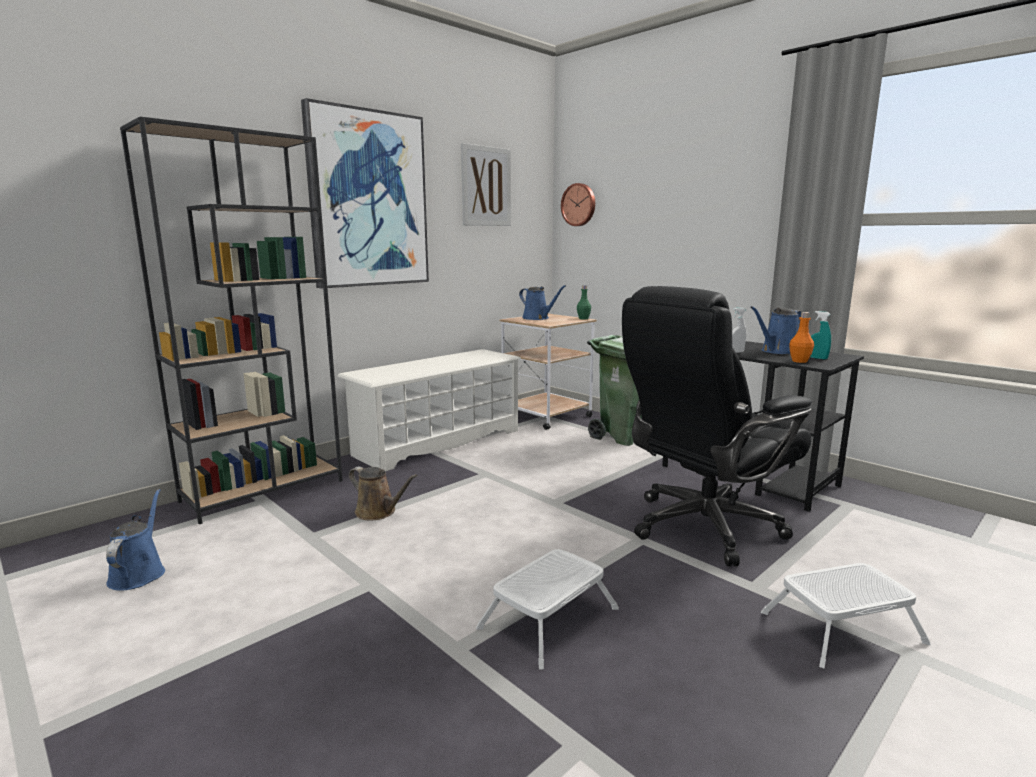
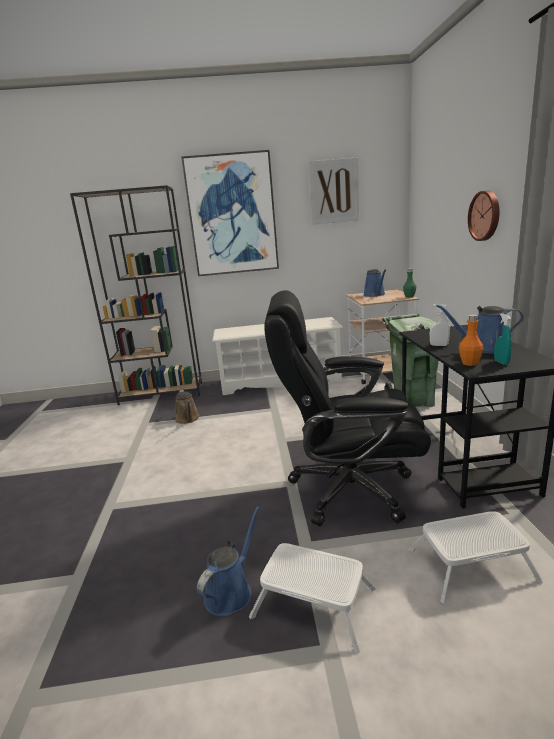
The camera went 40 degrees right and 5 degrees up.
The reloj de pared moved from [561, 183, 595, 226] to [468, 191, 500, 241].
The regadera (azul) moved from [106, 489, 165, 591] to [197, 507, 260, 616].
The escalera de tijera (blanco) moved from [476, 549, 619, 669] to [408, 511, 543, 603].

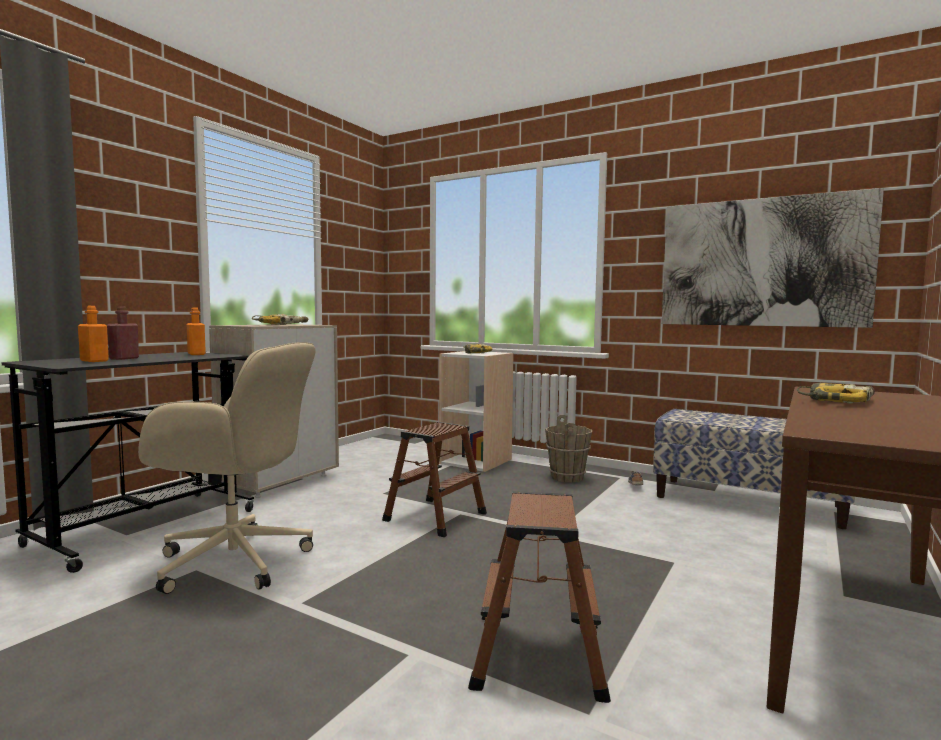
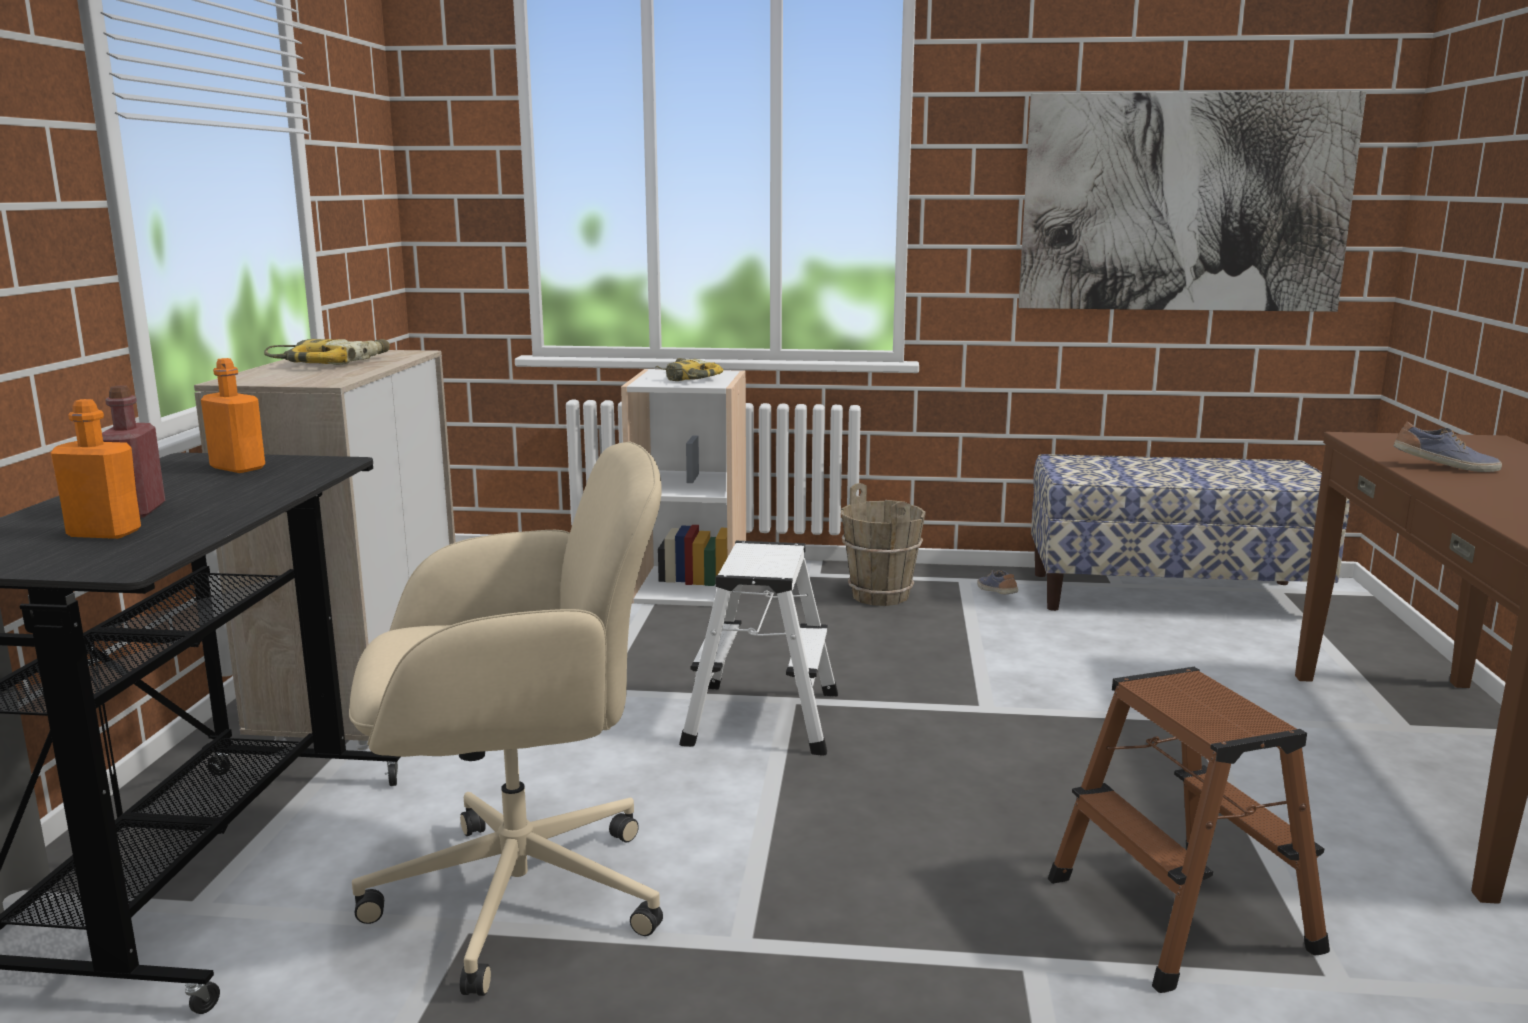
The camera went 25 degrees left and 10 degrees up.
The taladro at [797, 383, 875, 404] was replaced by the zapato at [1393, 422, 1502, 472].
The escalera de tijera (marrón) at [382, 422, 487, 537] became the escalera de tijera (blanco) at [679, 541, 838, 755].

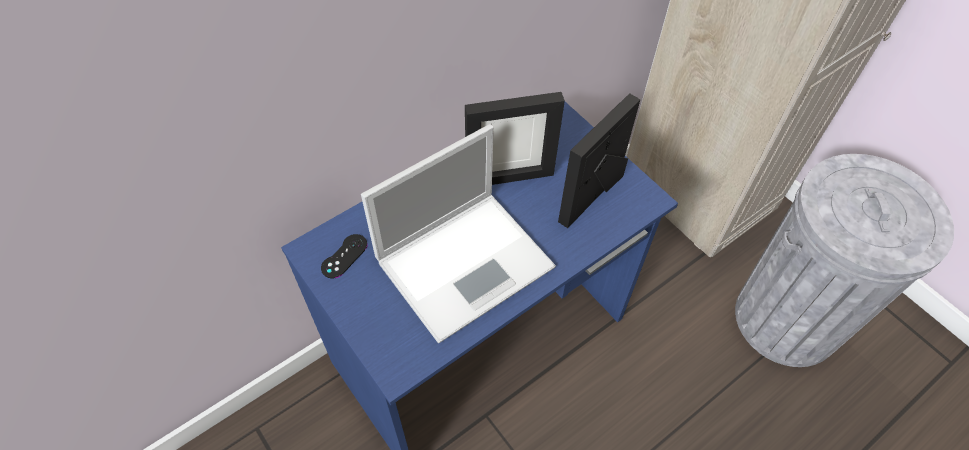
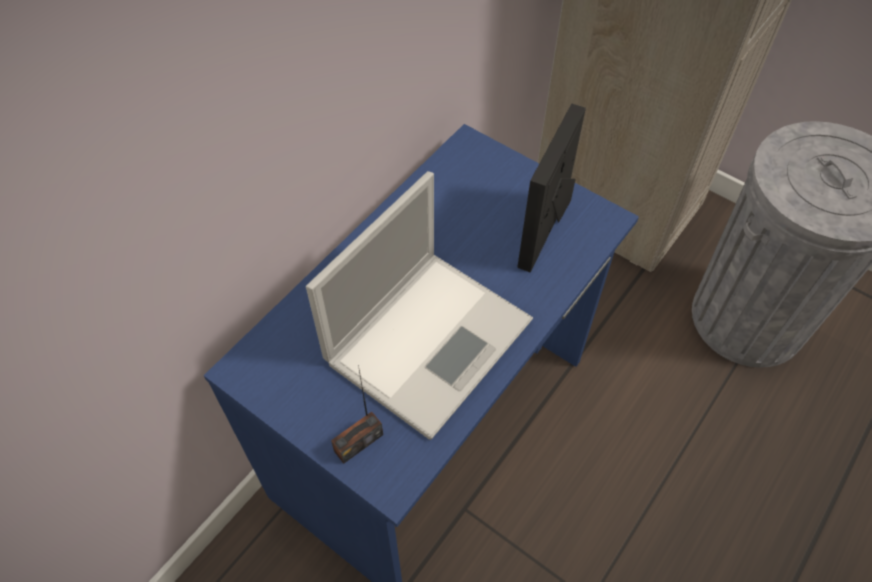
The camera went 15 degrees left and 0 degrees up.
The portarretratos at [465, 92, 565, 185] disappeared.
The mando de consola (negro) at [321, 234, 368, 278] disappeared.
The radio at [331, 364, 383, 464] appeared.

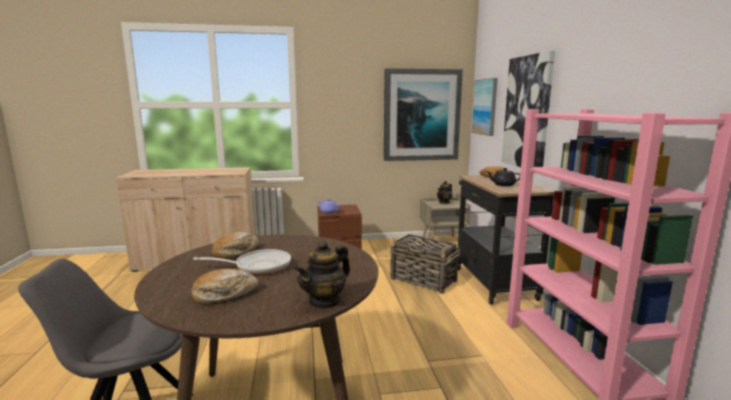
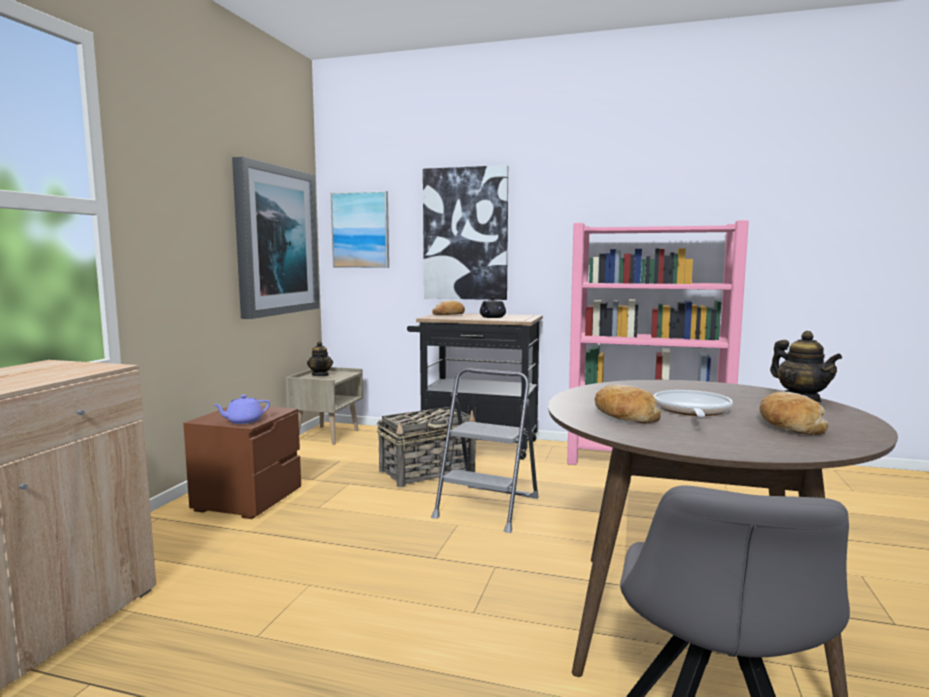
The camera went 65 degrees left and 5 degrees down.
The escalera de tijera (gris) at [431, 368, 538, 533] appeared.

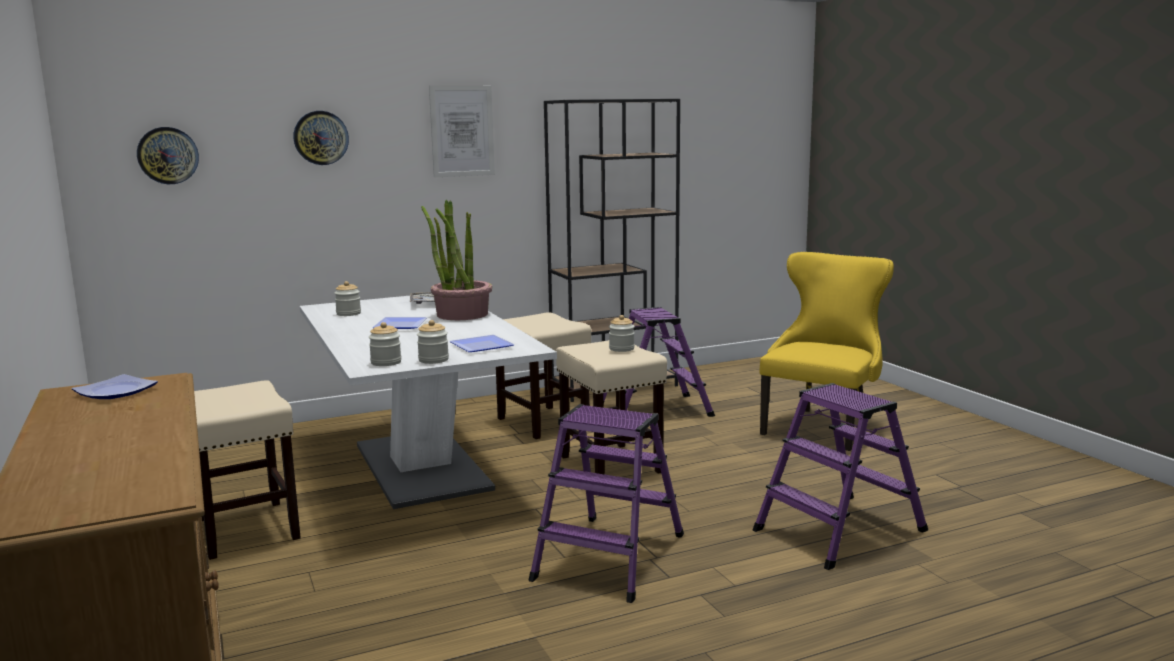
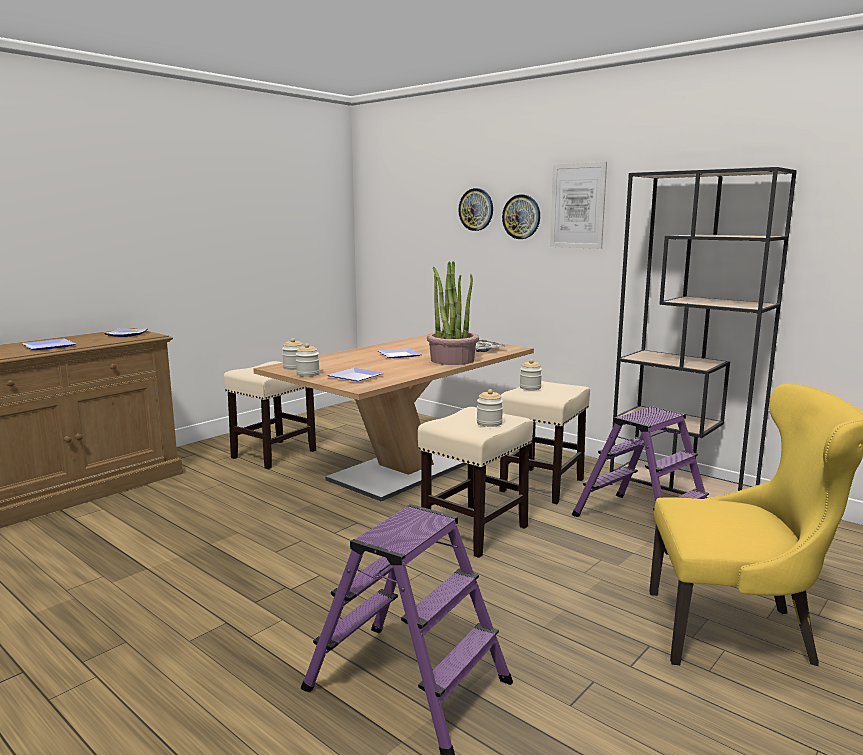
The camera went 65 degrees right and 0 degrees up.
The reloj de pared moved from [137, 127, 199, 184] to [502, 195, 540, 239].
The tarro moved from [335, 281, 361, 316] to [520, 359, 542, 390].
The mesa de comedor (blanco) at [300, 296, 557, 509] became the mesa de comedor (marrón) at [253, 335, 534, 501].
The escalera de tijera (morado) at [528, 404, 684, 603] disappeared.
The plato at [22, 339, 76, 350] appeared.

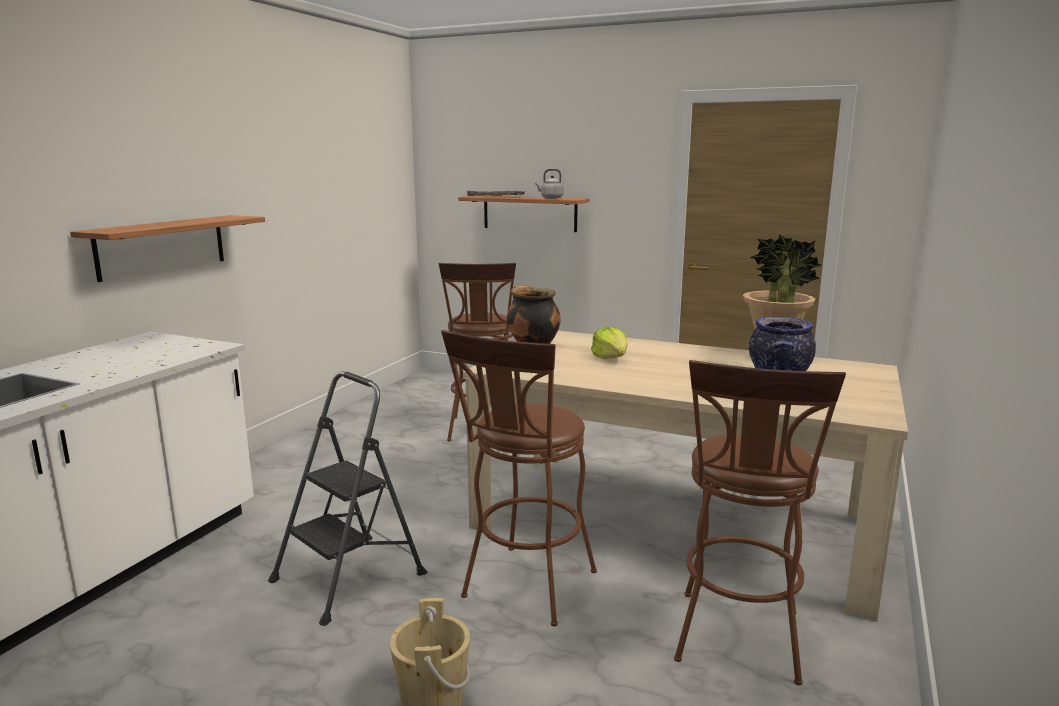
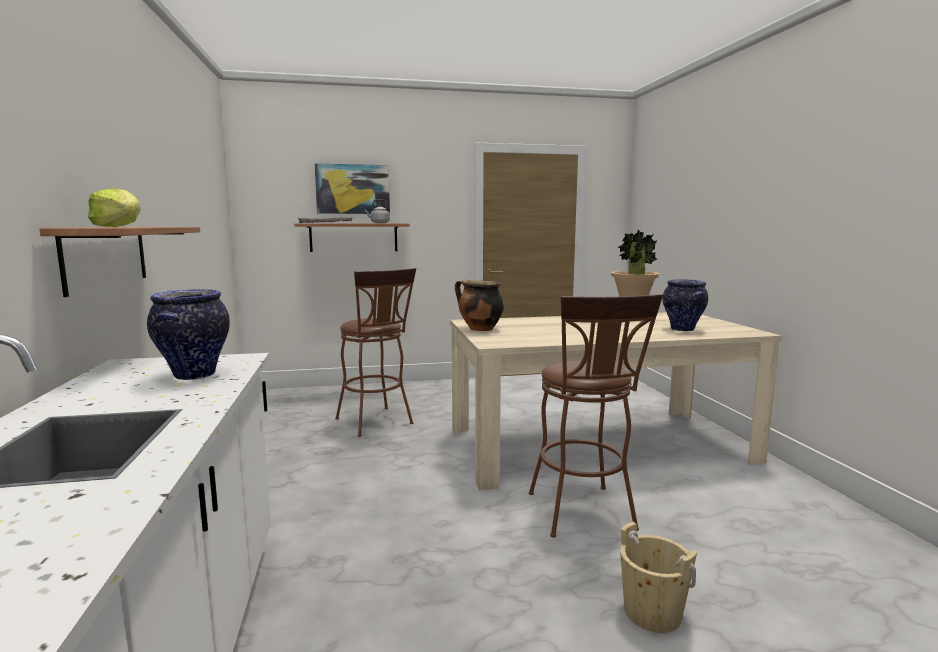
The camera went 35 degrees left and 5 degrees down.
The lechuga moved from [591, 327, 628, 359] to [88, 188, 141, 227].
The taburete (marrón) at [674, 360, 846, 685] disappeared.
The escalera de tijera (negro) at [268, 372, 427, 626] disappeared.
The cuadro at [315, 164, 390, 214] appeared.
The florero at [147, 289, 230, 380] appeared.

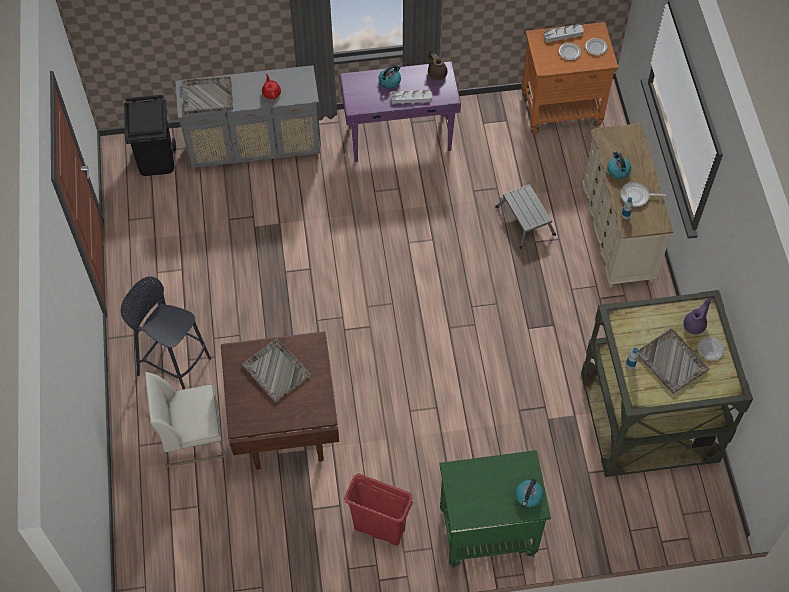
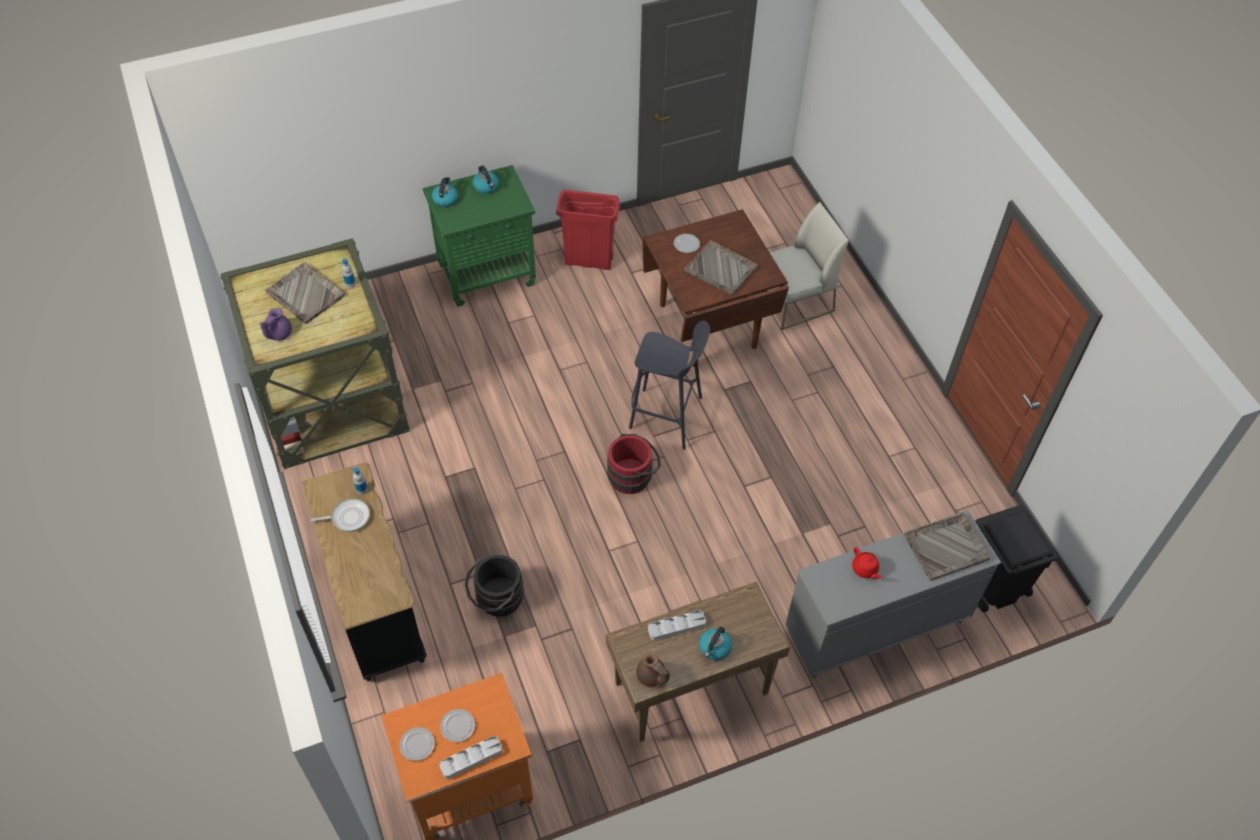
The camera went 165 degrees right and 5 degrees down.
The mesa consola (morado) at [340, 61, 461, 162] became the mesa consola (marrón) at [606, 582, 790, 742].
The cómoda (beis) at [582, 123, 673, 288] became the cómoda (negro) at [301, 462, 427, 681].
The hervidor moved from [607, 151, 631, 179] to [472, 165, 499, 194].
The escalera de tijera (gris) at [495, 184, 556, 249] was replaced by the cubo (negro) at [465, 555, 524, 617].
The taburete (gris) moved from [121, 276, 211, 389] to [629, 321, 710, 450].
The plato moved from [698, 337, 724, 361] to [674, 234, 700, 253].
The cubo (rojo) at [607, 434, 661, 494] appeared.

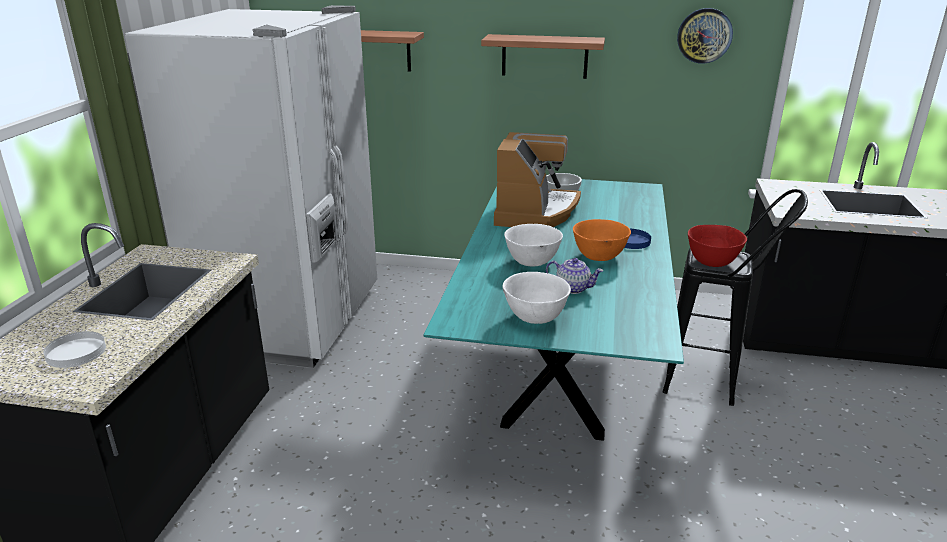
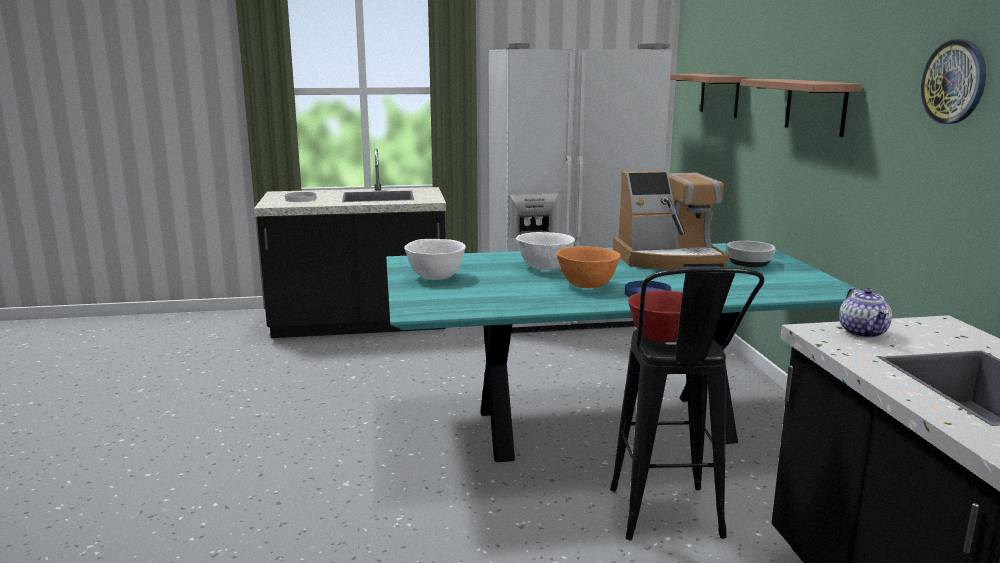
The camera went 70 degrees right and 10 degrees down.
The tetera moved from [546, 258, 603, 294] to [839, 288, 892, 338].

